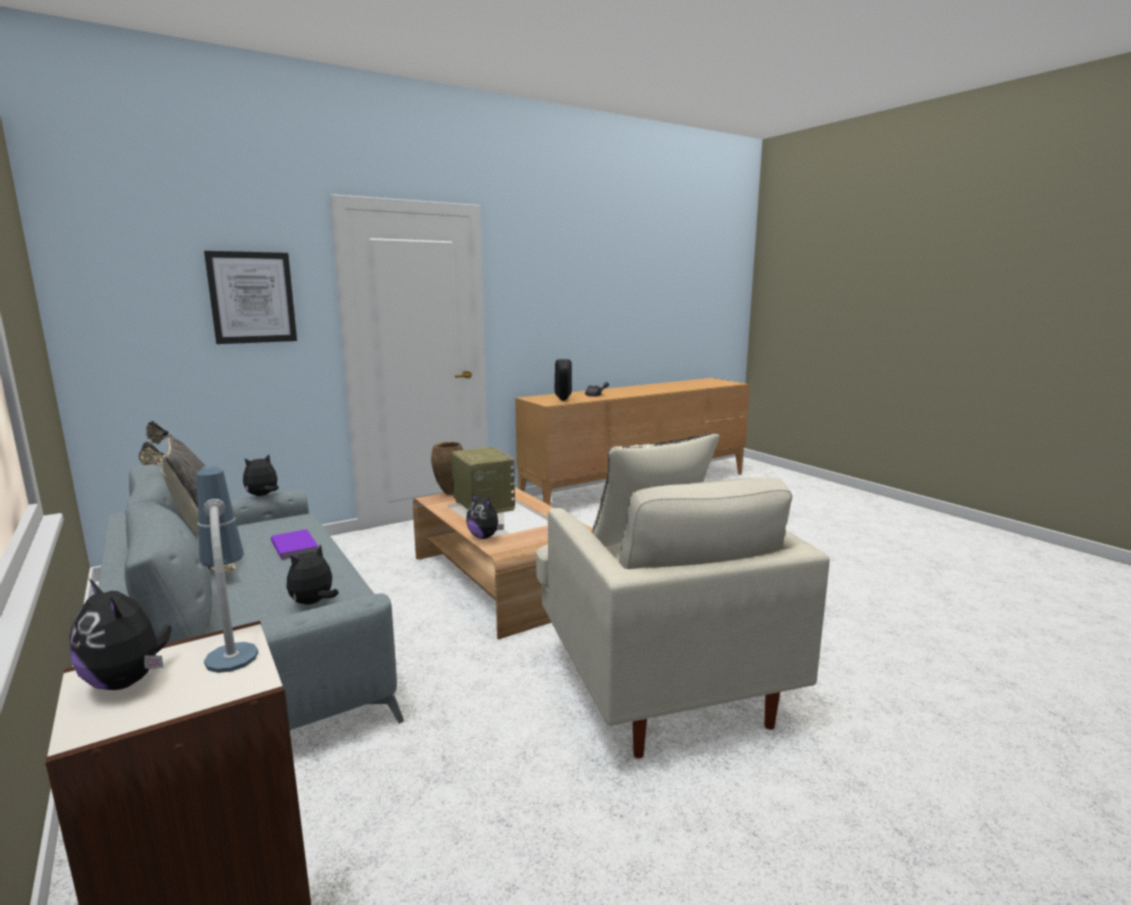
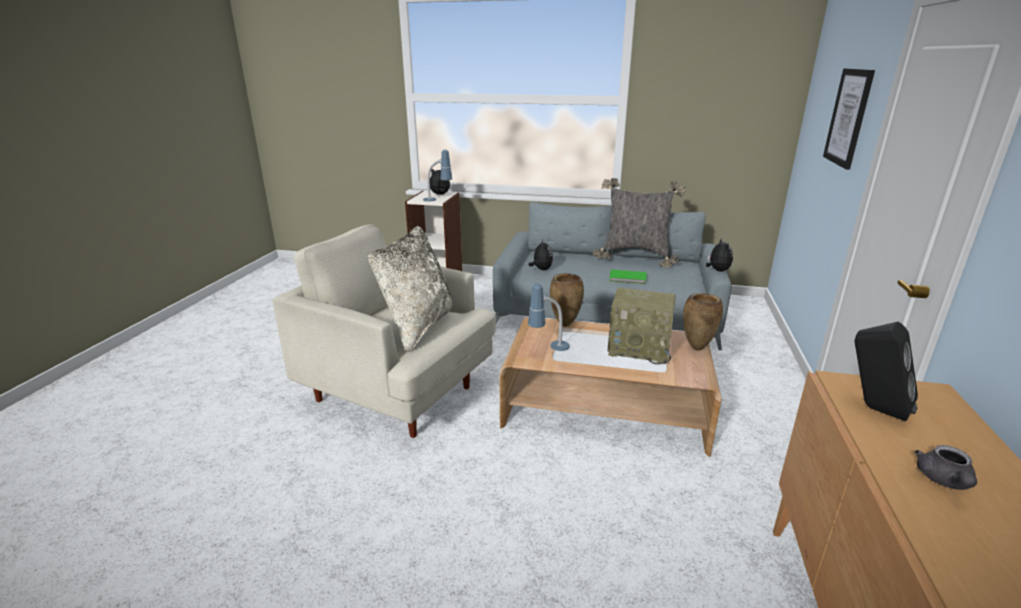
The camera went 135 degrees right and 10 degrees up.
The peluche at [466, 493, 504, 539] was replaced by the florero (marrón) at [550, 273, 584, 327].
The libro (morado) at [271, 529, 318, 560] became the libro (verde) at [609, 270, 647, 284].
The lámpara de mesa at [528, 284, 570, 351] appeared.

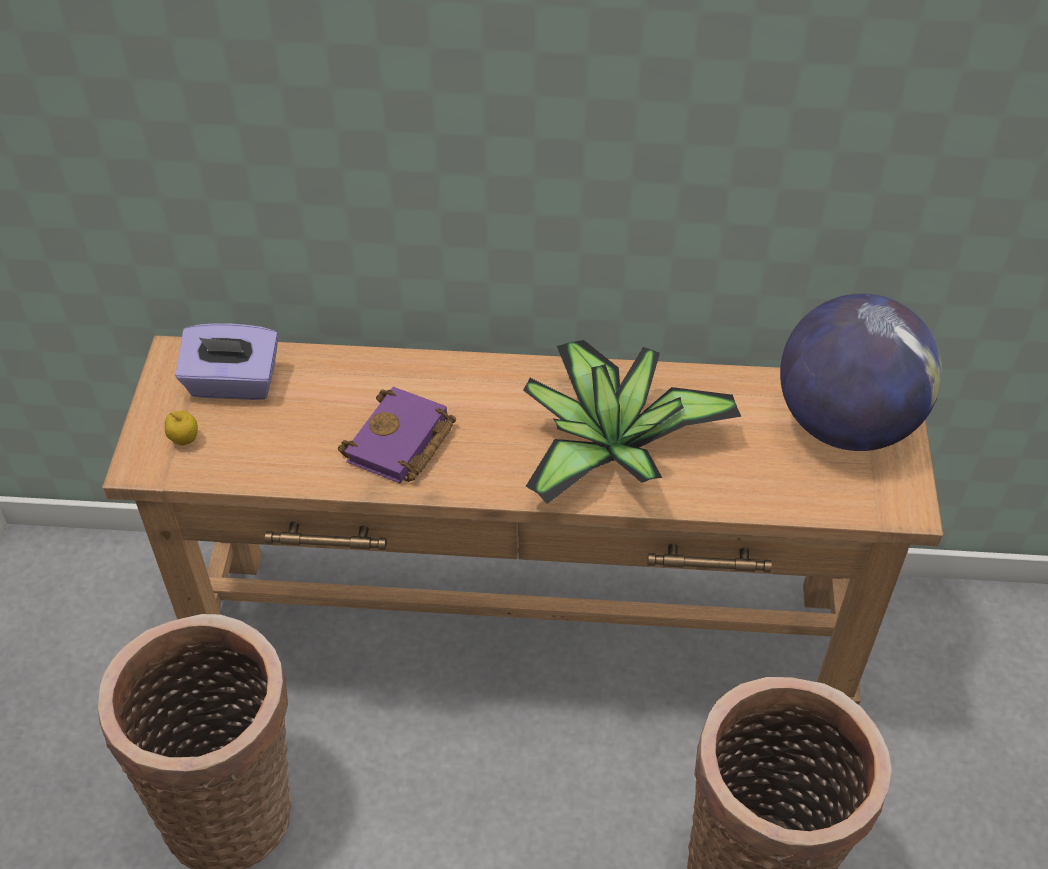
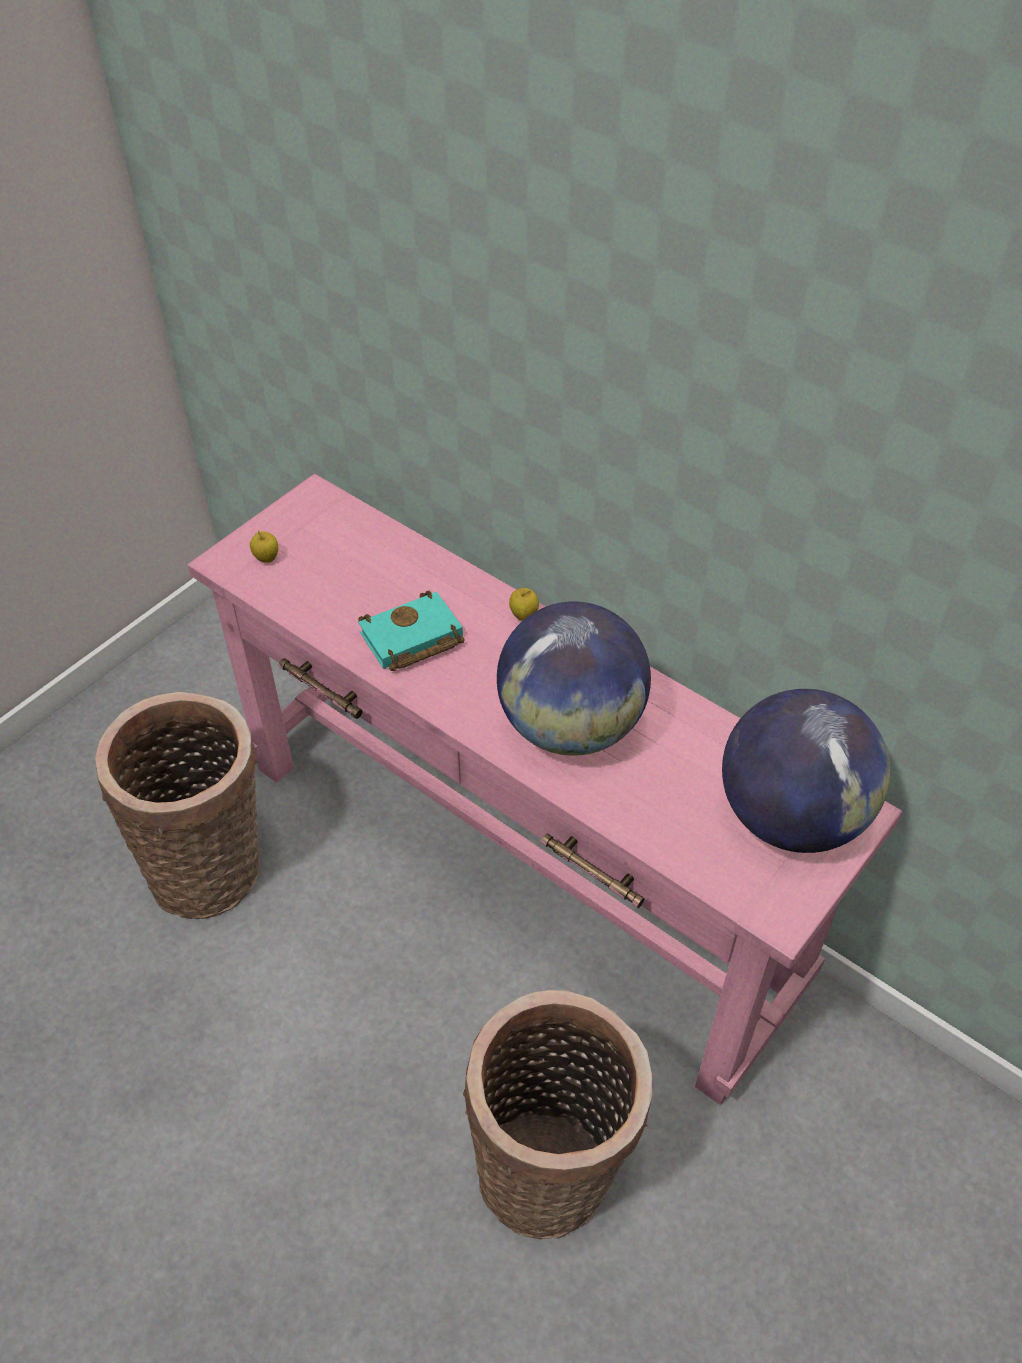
The camera went 35 degrees right and 0 degrees up.
The caja de pañuelos (morado) at [176, 323, 279, 400] disappeared.
The mesa consola (marrón) at [102, 335, 943, 705] became the mesa consola (rosa) at [188, 474, 902, 1105].
The planta en maceta at [523, 340, 741, 504] was replaced by the globo terráqueo at [497, 601, 651, 756].
The libro (morado) at [338, 387, 456, 484] became the libro (turquesa) at [358, 590, 464, 671].
The manzana at [509, 588, 539, 621] appeared.

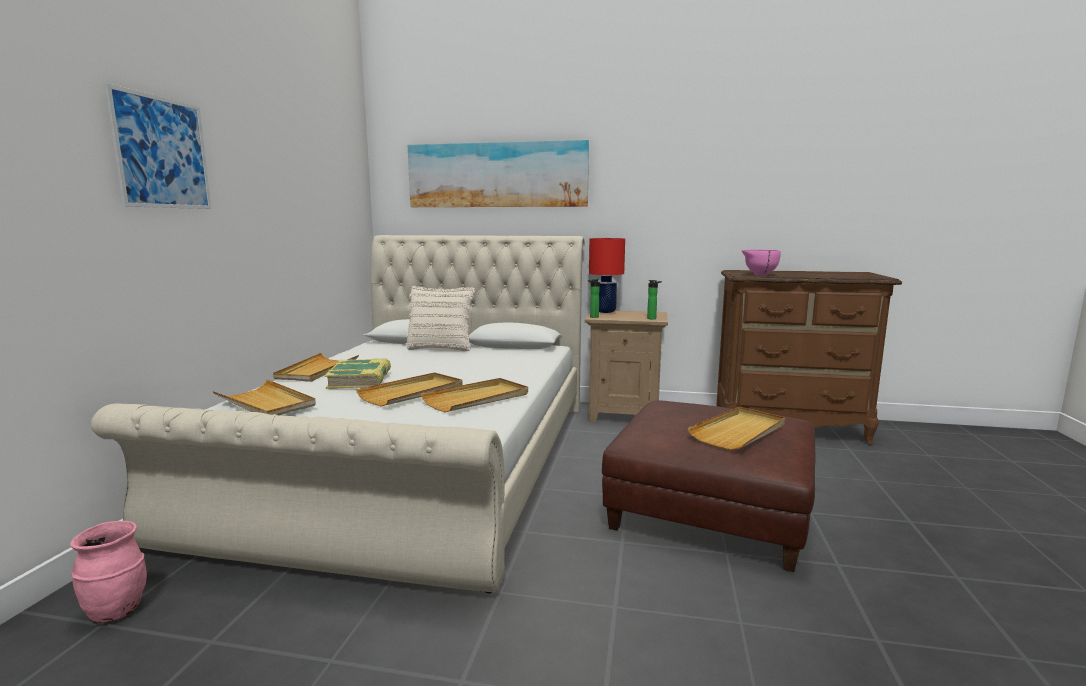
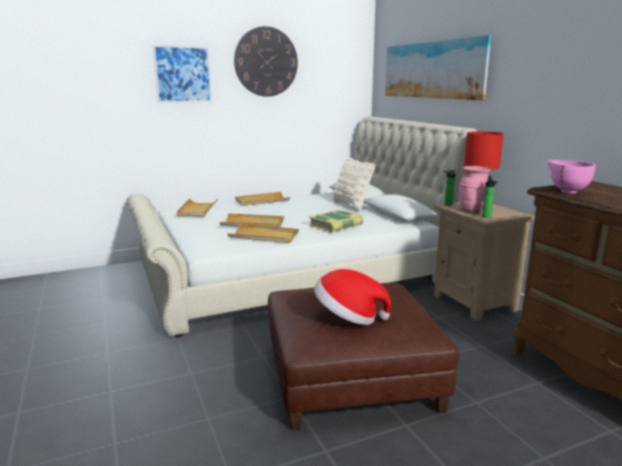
The camera went 55 degrees right and 5 degrees up.
The libro moved from [325, 358, 391, 389] to [309, 210, 363, 233].
The bandeja (beis) at [688, 407, 785, 450] was replaced by the sombrero at [314, 269, 391, 325].
The florero (rosa) moved from [70, 521, 147, 624] to [459, 166, 491, 213].
The reloj de pared at [234, 26, 298, 97] appeared.

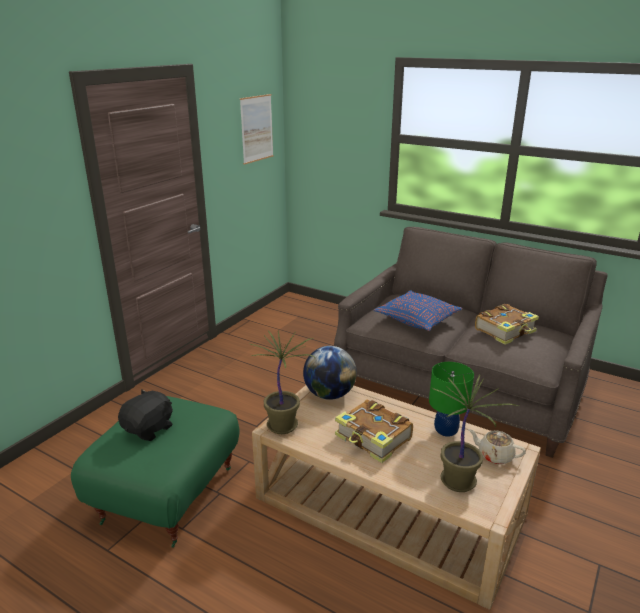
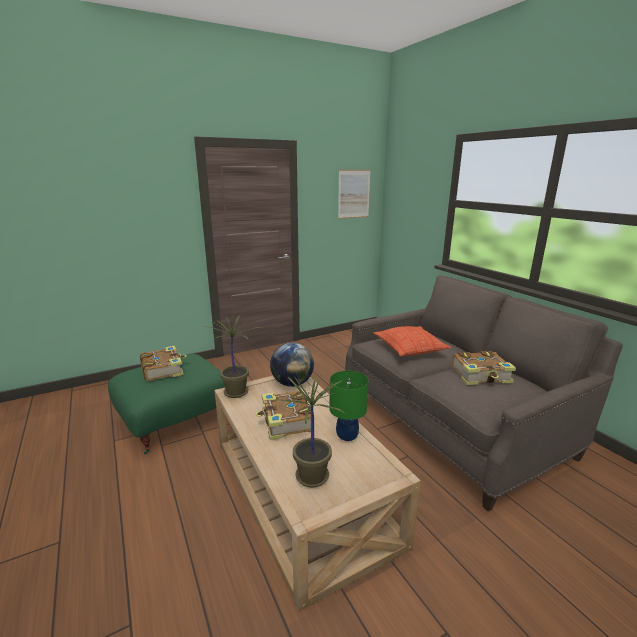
The camera went 30 degrees right and 5 degrees down.
The cojín (azul) at [374, 290, 462, 331] became the cojín (naranja) at [373, 326, 451, 356].
The peluche (negro) at [118, 389, 173, 441] was replaced by the libro at [140, 346, 187, 382].
The tetera (beis) at [468, 429, 526, 464] disappeared.

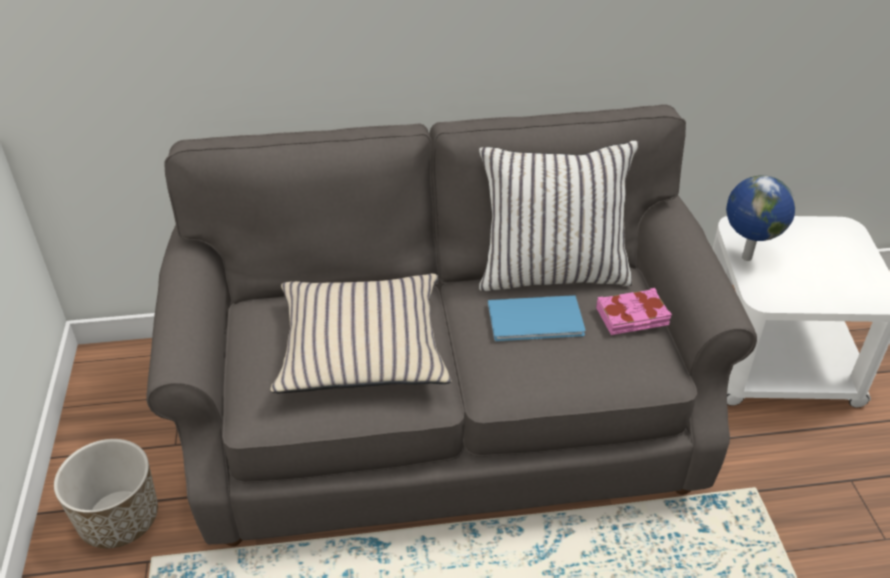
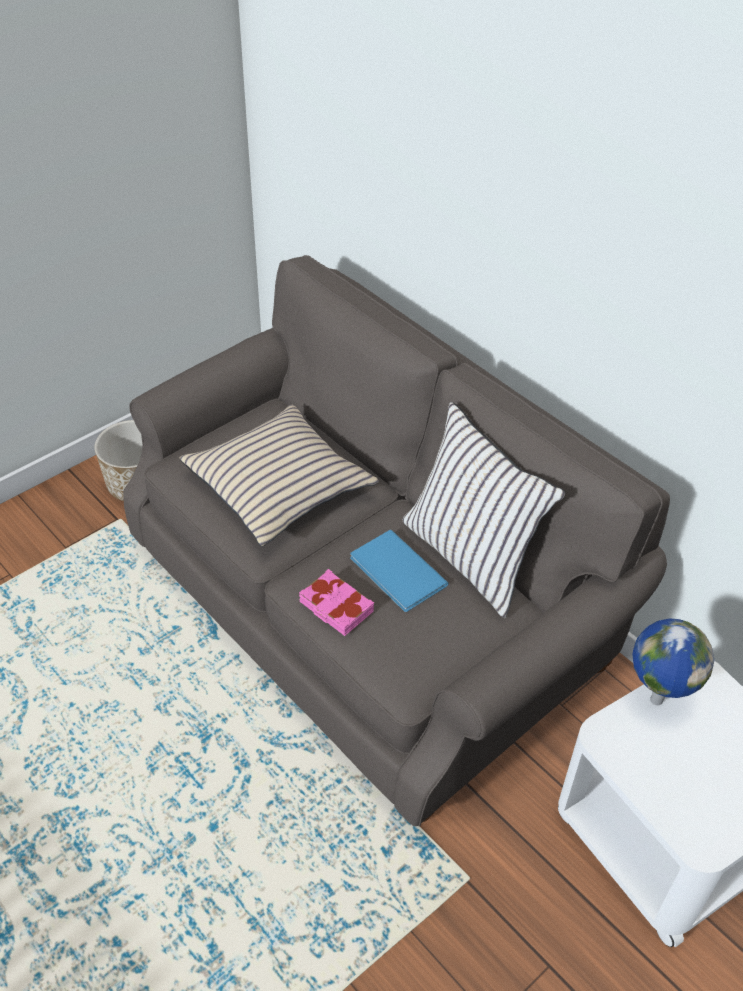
The camera went 55 degrees right and 5 degrees up.
The libro (rosa) moved from [596, 288, 672, 335] to [299, 569, 374, 636].

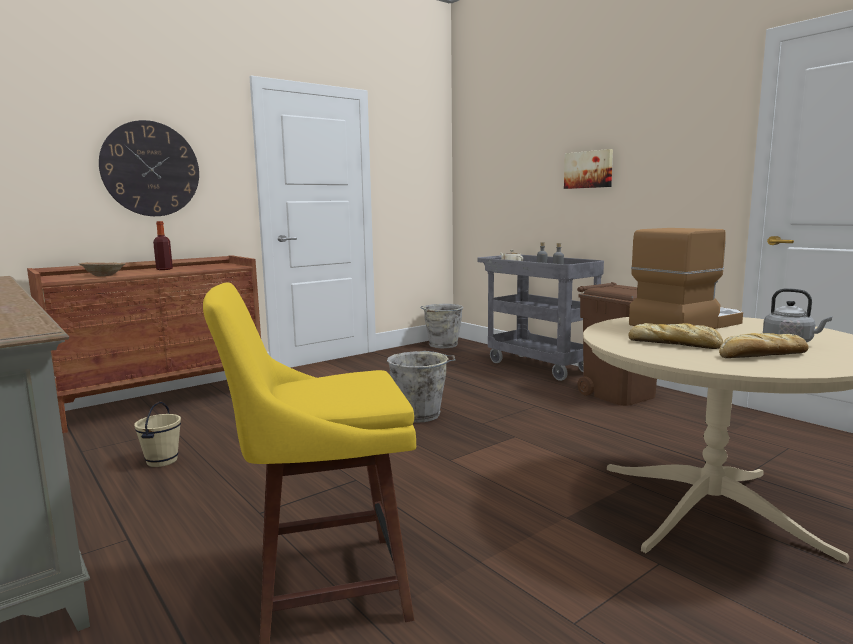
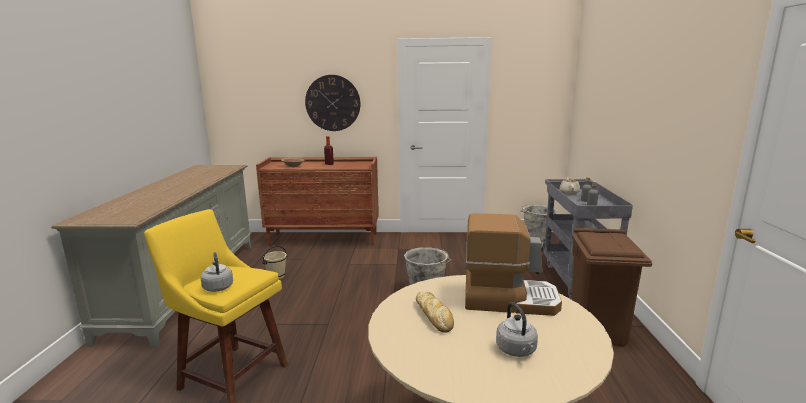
The camera went 40 degrees right and 5 degrees up.
The cuadro at [564, 149, 613, 189] disappeared.
The pan at [719, 333, 809, 358] disappeared.
The hervidor (gris) at [201, 252, 233, 292] appeared.

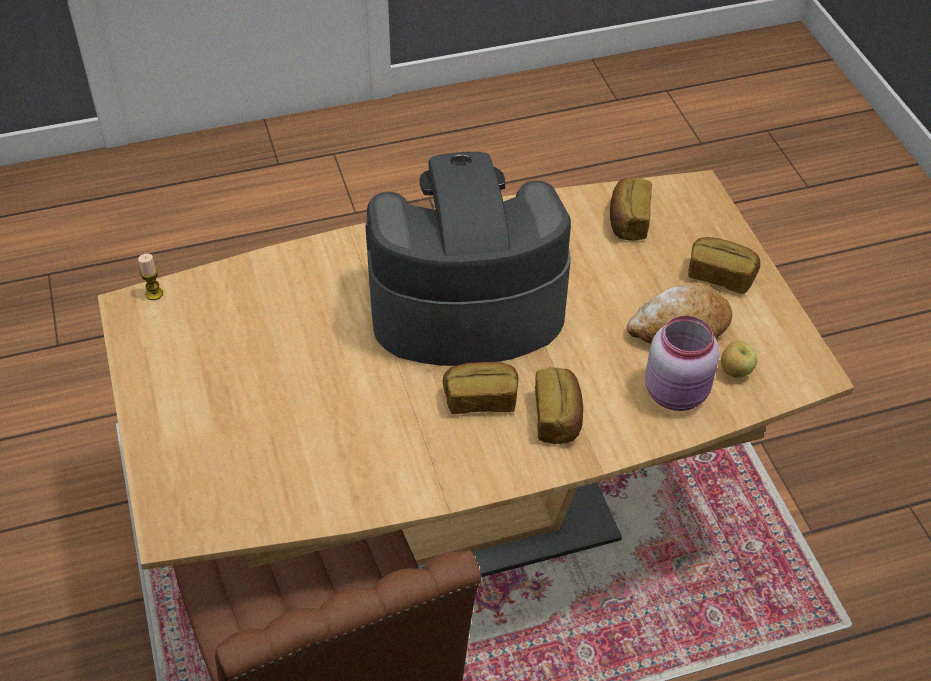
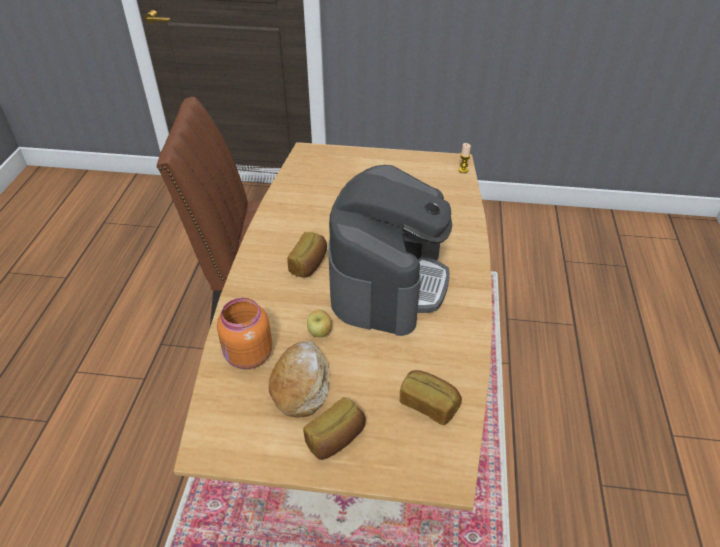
The camera went 115 degrees right and 5 degrees down.
The tarro (rosa) at [645, 316, 720, 411] became the tarro (naranja) at [217, 298, 272, 369].
The manzana moved from [721, 341, 757, 378] to [307, 310, 332, 337].
The pan at [535, 367, 583, 444] disappeared.

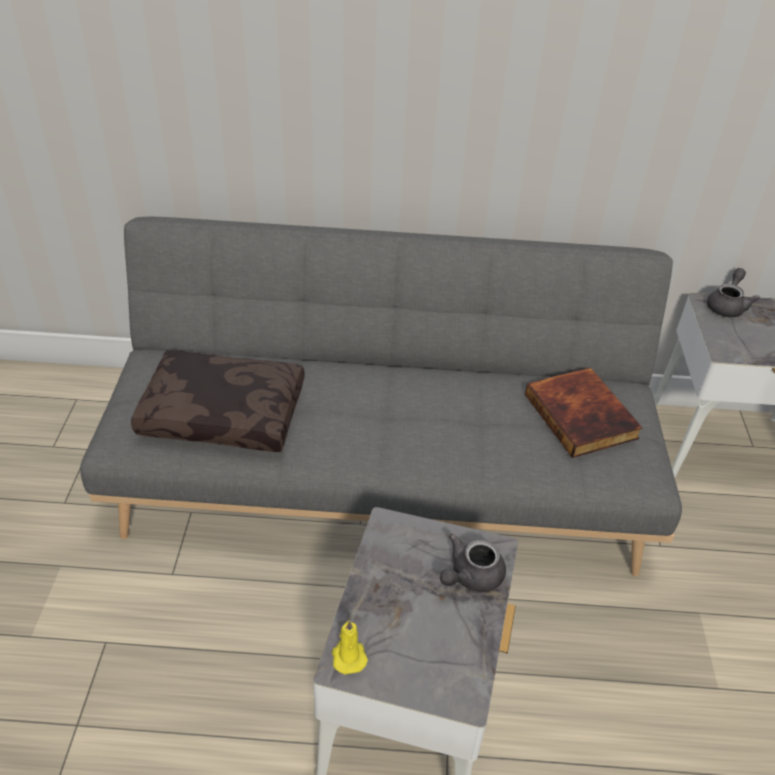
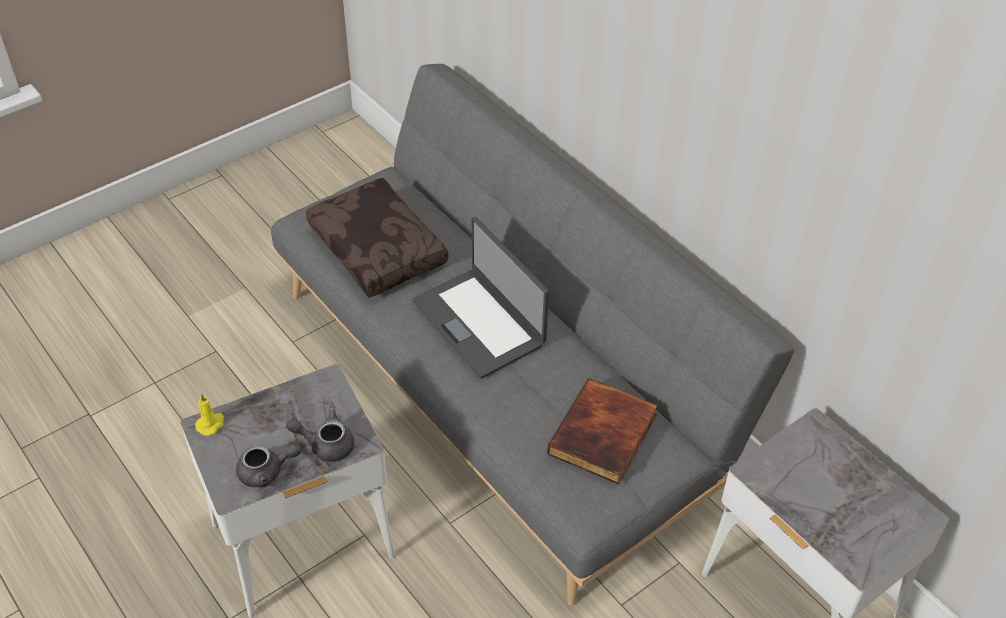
The camera went 50 degrees right and 5 degrees up.
The tetera (gris) moved from [707, 268, 760, 317] to [236, 443, 302, 488].
The portátil at [413, 217, 549, 379] appeared.

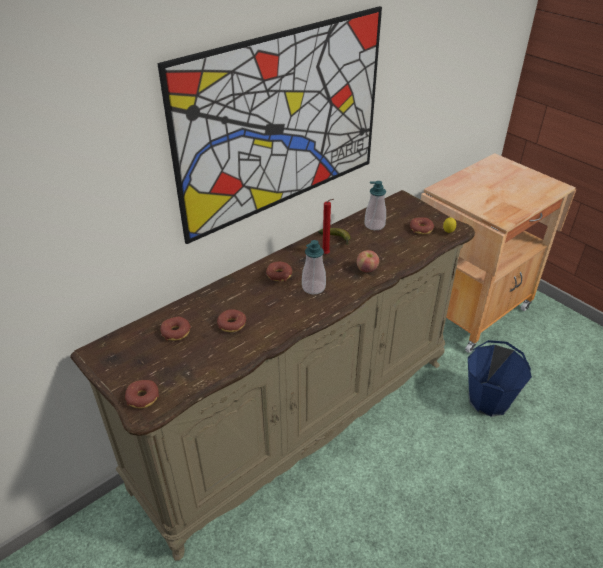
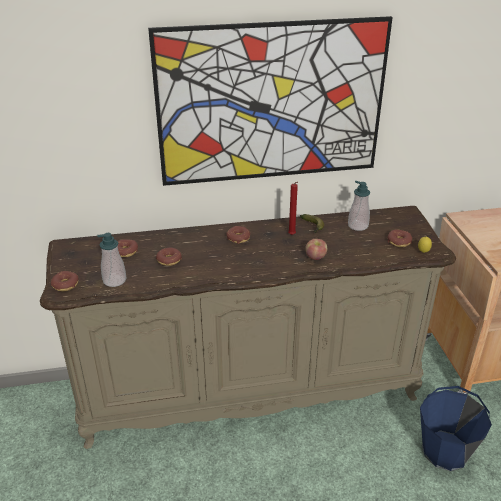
The camera went 30 degrees right and 5 degrees down.
The dispensador de jabón moved from [302, 240, 326, 294] to [97, 233, 126, 287].

